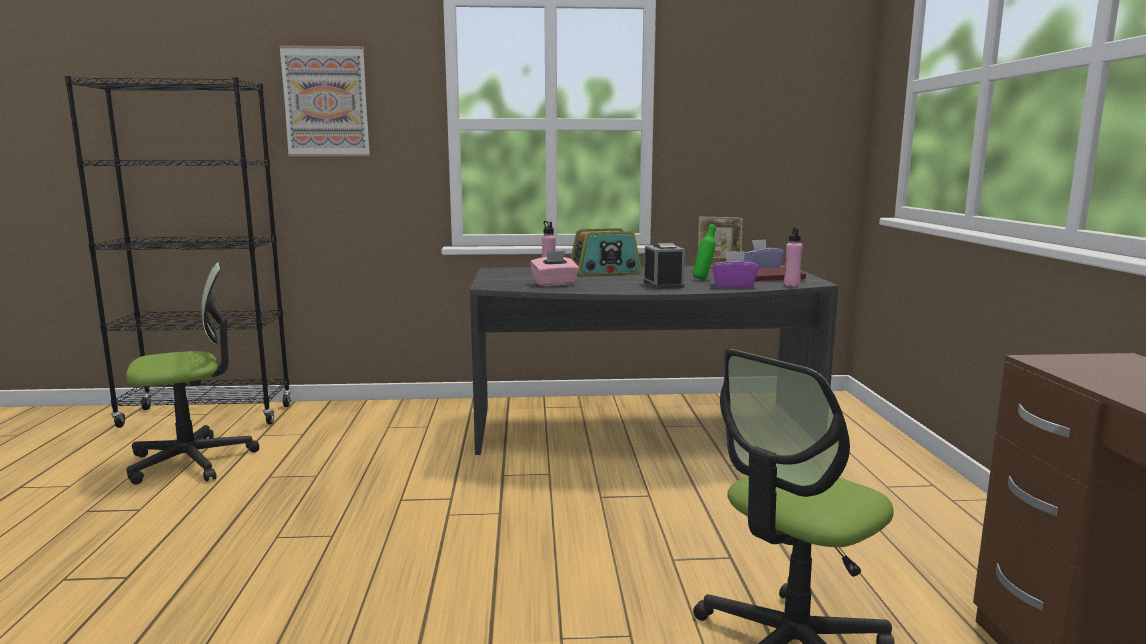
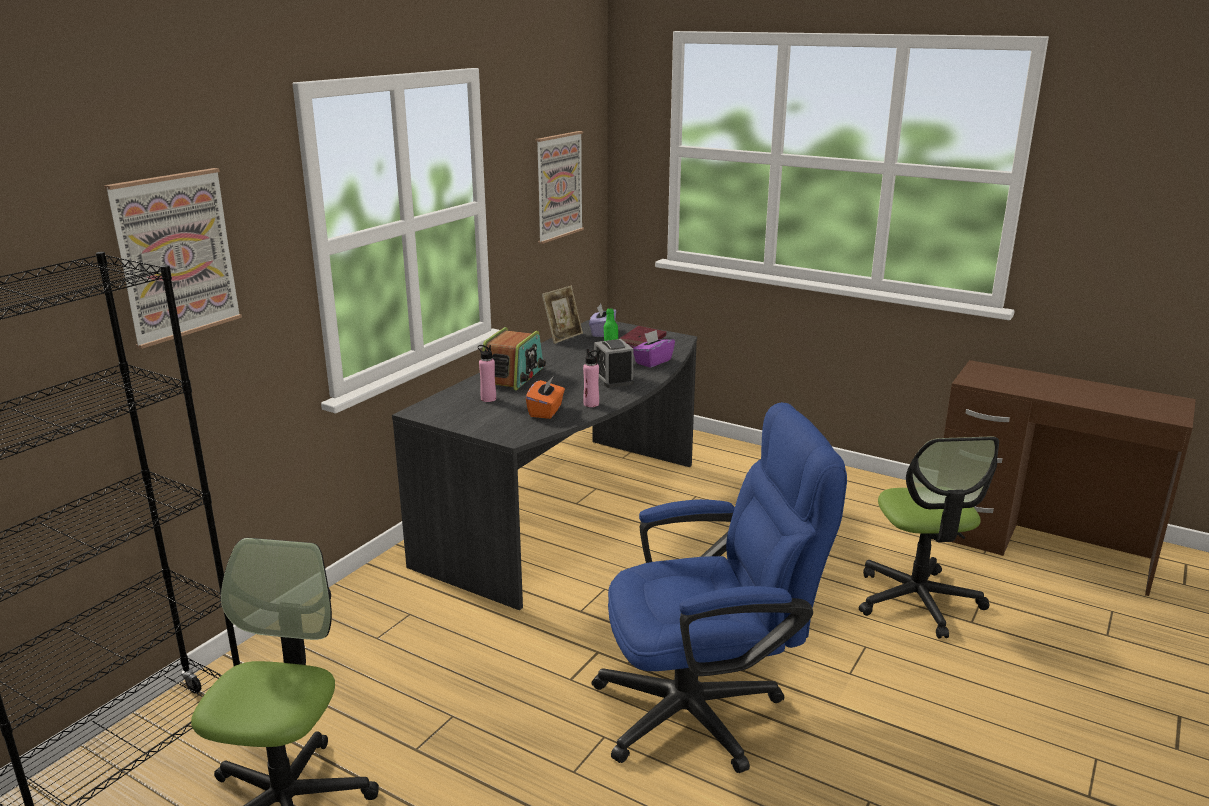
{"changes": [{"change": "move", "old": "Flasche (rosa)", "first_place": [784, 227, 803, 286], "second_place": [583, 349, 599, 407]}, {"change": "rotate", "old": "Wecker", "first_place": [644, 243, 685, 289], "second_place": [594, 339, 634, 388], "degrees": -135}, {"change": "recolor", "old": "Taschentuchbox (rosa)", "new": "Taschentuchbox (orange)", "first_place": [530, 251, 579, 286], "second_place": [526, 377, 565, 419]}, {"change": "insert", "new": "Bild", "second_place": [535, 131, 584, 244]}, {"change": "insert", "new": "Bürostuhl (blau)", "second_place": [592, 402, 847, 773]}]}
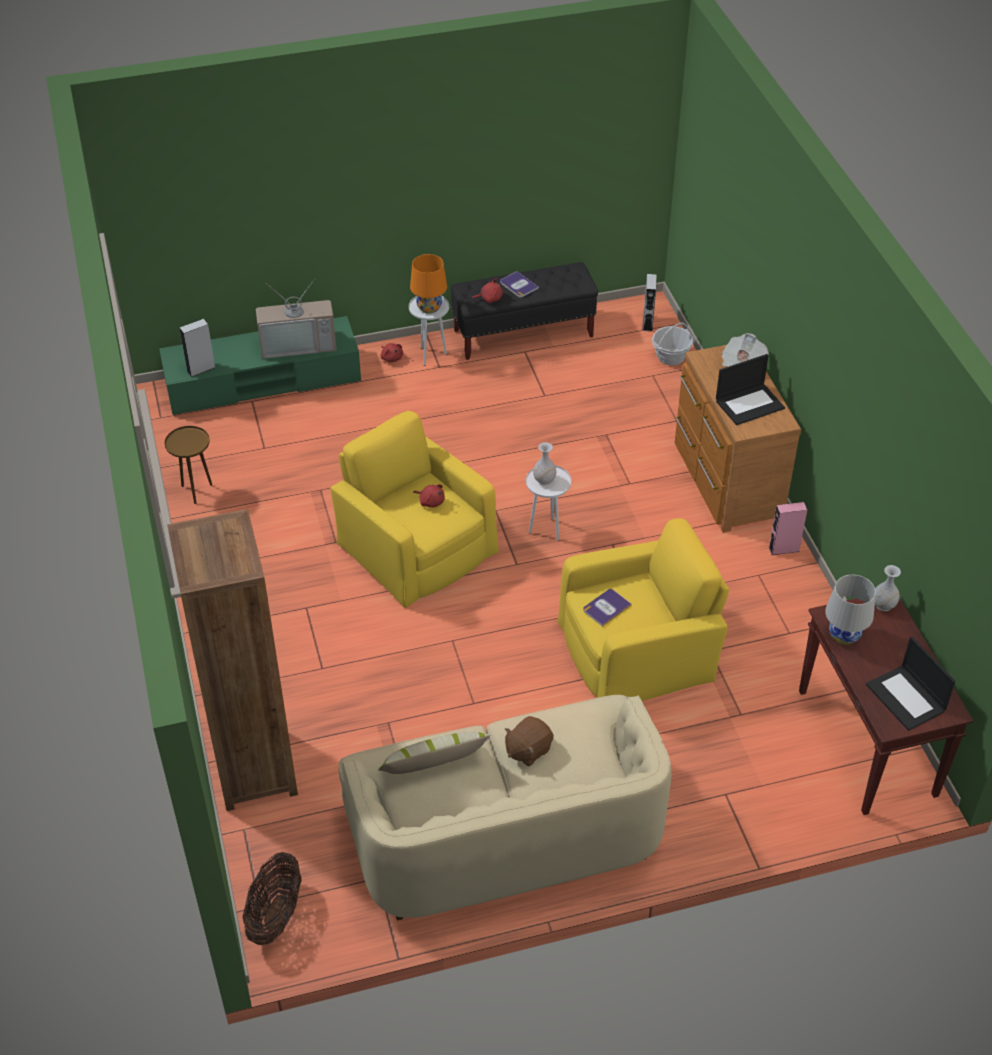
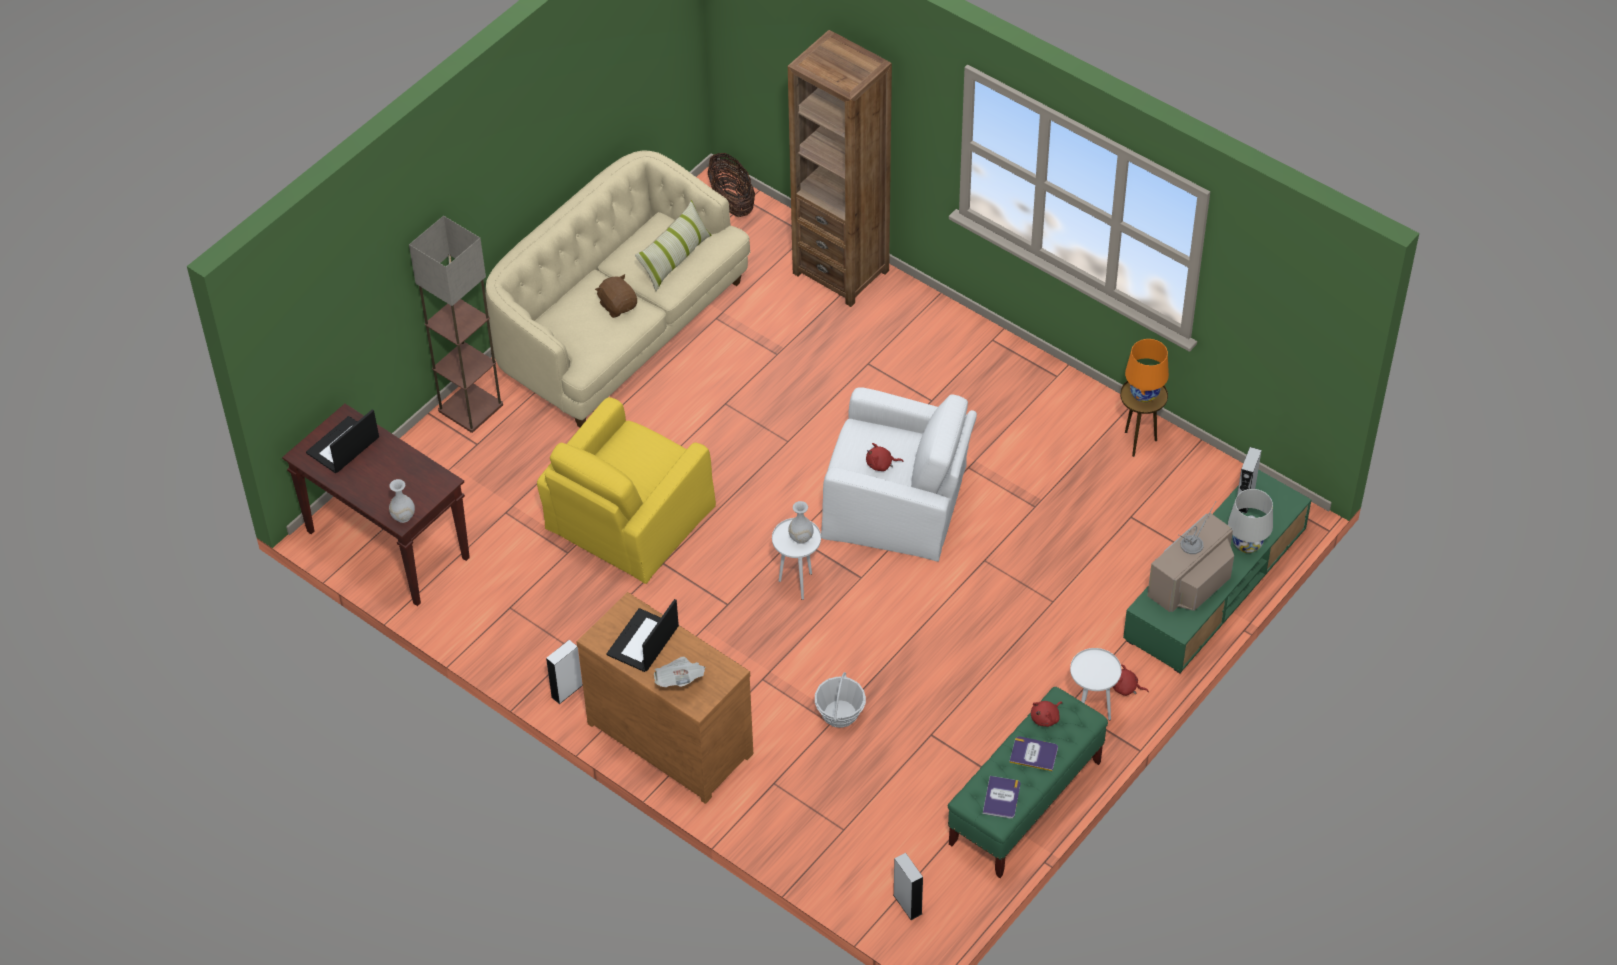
{"changes": [{"change": "move", "old": "Tischlampe (orange)", "first_place": [410, 254, 447, 314], "second_place": [1125, 339, 1169, 403]}, {"change": "recolor", "old": "Bank (schwarz)", "new": "Bank (grün)", "first_place": [451, 262, 598, 360], "second_place": [948, 687, 1108, 878]}, {"change": "move", "old": "Korb", "first_place": [652, 323, 693, 365], "second_place": [815, 672, 866, 728]}, {"change": "recolor", "old": "Sessel (gelb)", "new": "Sessel (weiß)", "first_place": [331, 411, 499, 608], "second_place": [821, 387, 977, 562]}, {"change": "recolor", "old": "Lautsprecher (rosa)", "new": "Lautsprecher (weiß)", "first_place": [769, 502, 807, 555], "second_place": [546, 640, 583, 704]}, {"change": "move", "old": "Tischlampe (weiß)", "first_place": [825, 575, 876, 645], "second_place": [1228, 489, 1273, 553]}, {"change": "move", "old": "Buch", "first_place": [583, 589, 631, 627], "second_place": [983, 776, 1020, 818]}, {"change": "rotate", "old": "Laptop", "first_place": [866, 637, 955, 731], "second_place": [306, 409, 379, 473], "degrees": -75}, {"change": "rotate", "old": "Plüschtier (braun)", "first_place": [505, 716, 554, 767], "second_place": [595, 274, 637, 318], "degrees": -45}, {"change": "insert", "new": "Stehlampe", "second_place": [409, 216, 503, 433]}]}
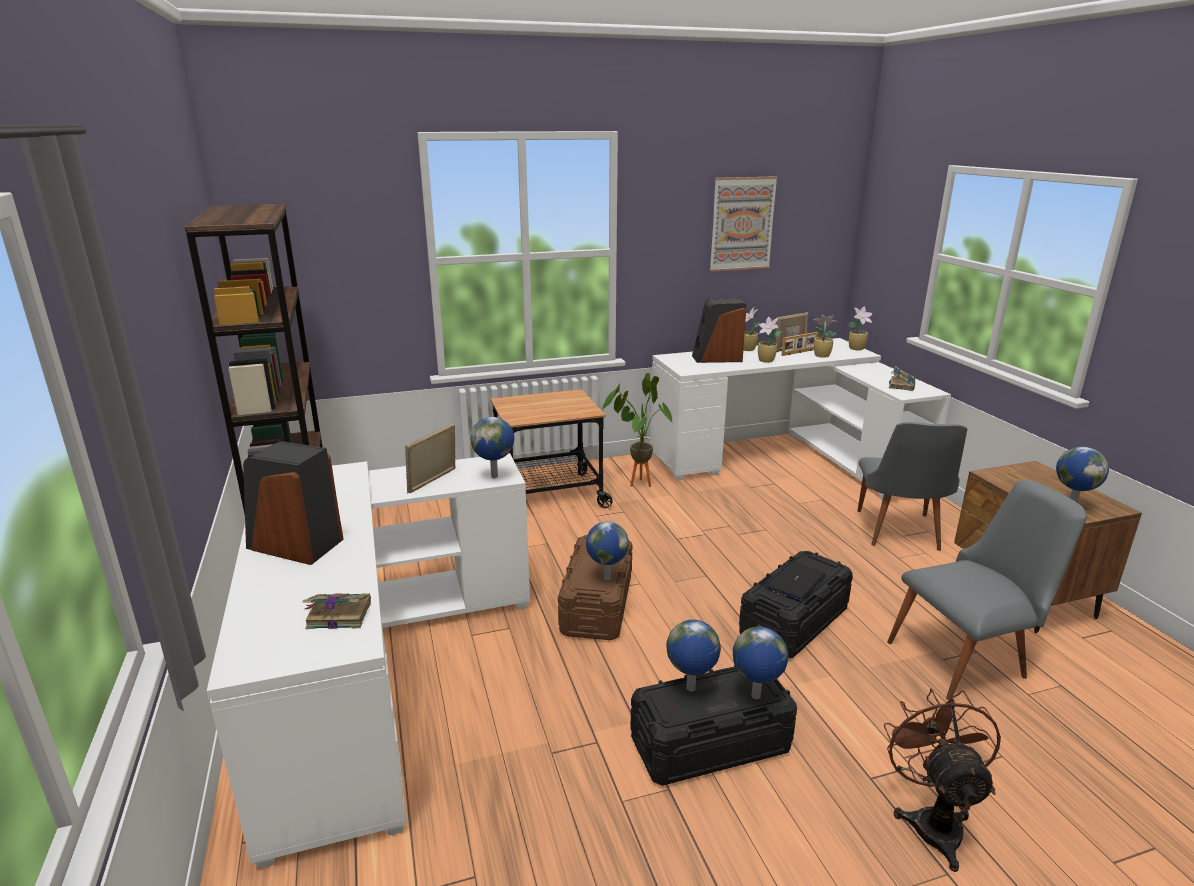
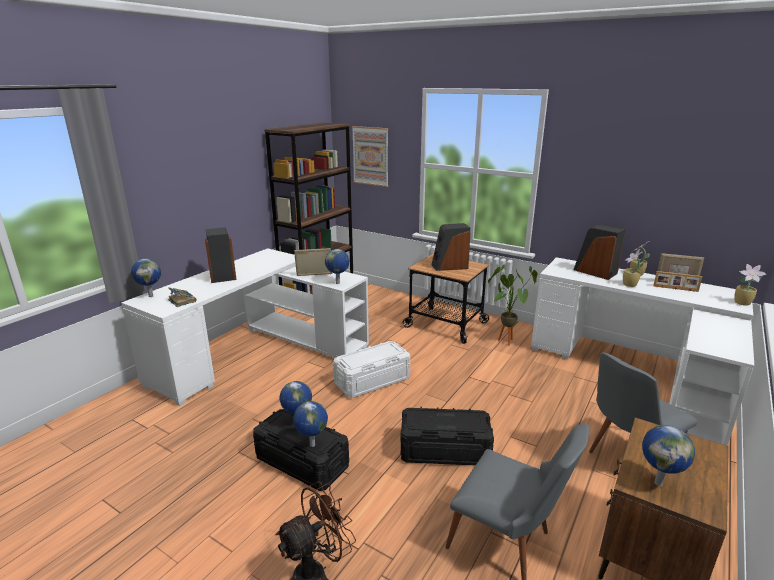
{"changes": [{"change": "move", "old": "Bild", "first_place": [710, 176, 778, 271], "second_place": [352, 126, 388, 187]}, {"change": "delete", "old": "Topfpflanze", "first_place": [814, 315, 837, 358]}, {"change": "delete", "old": "Buch", "first_place": [889, 366, 915, 391]}, {"change": "move", "old": "Globus", "first_place": [586, 521, 629, 581], "second_place": [131, 259, 161, 297]}, {"change": "recolor", "old": "Aufbewahrungsbox (braun)", "new": "Aufbewahrungsbox (weiß)", "first_place": [558, 535, 632, 640], "second_place": [333, 341, 410, 398]}, {"change": "delete", "old": "Laptop", "first_place": [764, 561, 826, 602]}, {"change": "insert", "new": "Lautsprecher", "second_place": [431, 223, 470, 271]}]}
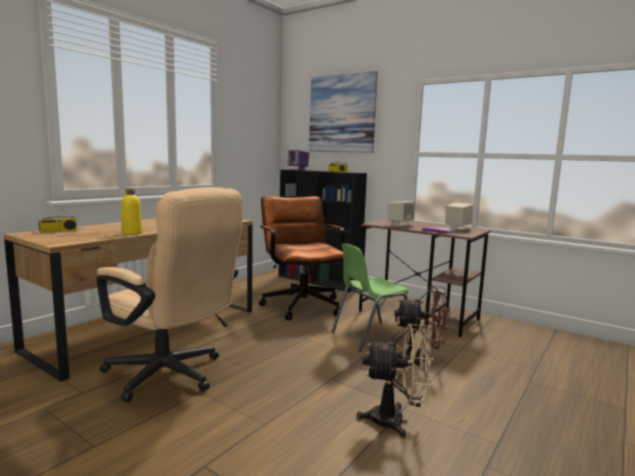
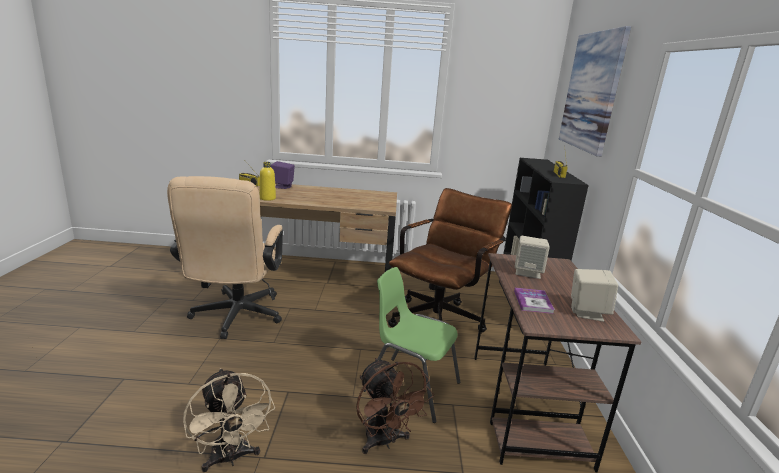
{"changes": [{"change": "move", "old": "Lautsprecher (lila)", "first_place": [288, 150, 309, 170], "second_place": [271, 161, 295, 189]}]}
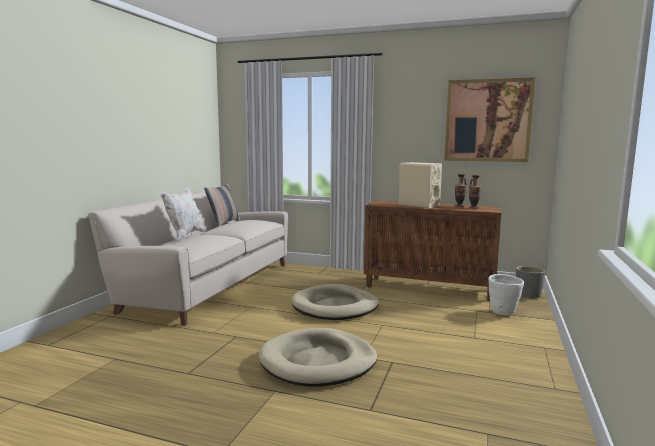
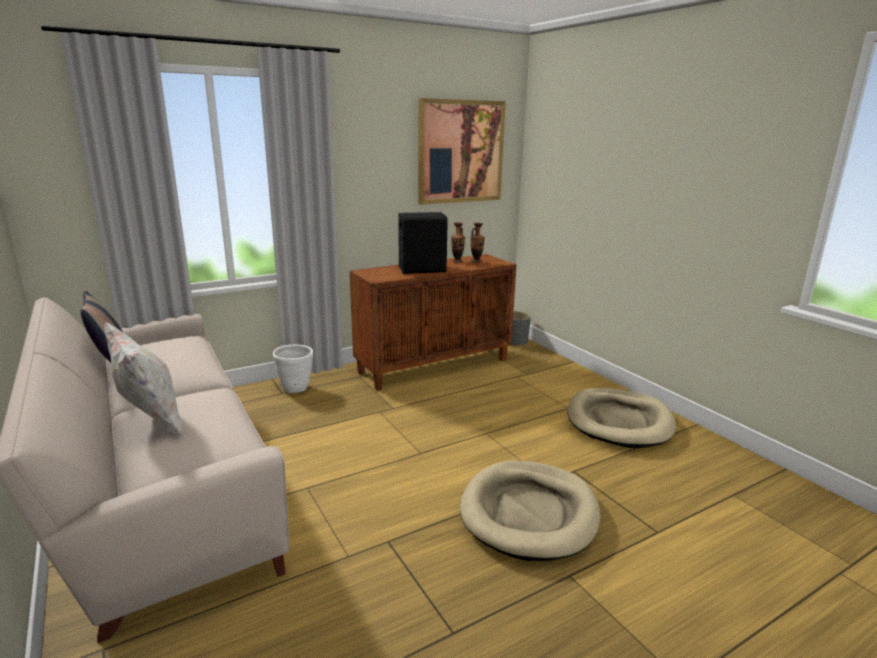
{"changes": [{"change": "recolor", "old": "Lautsprecher (beige)", "new": "Lautsprecher (schwarz)", "first_place": [399, 162, 442, 208], "second_place": [398, 212, 448, 274]}, {"change": "move", "old": "Pflanzkübel (weiß)", "first_place": [488, 274, 524, 316], "second_place": [273, 344, 313, 393]}, {"change": "move", "old": "Hundebett (beige)", "first_place": [291, 284, 379, 320], "second_place": [567, 388, 676, 448]}]}
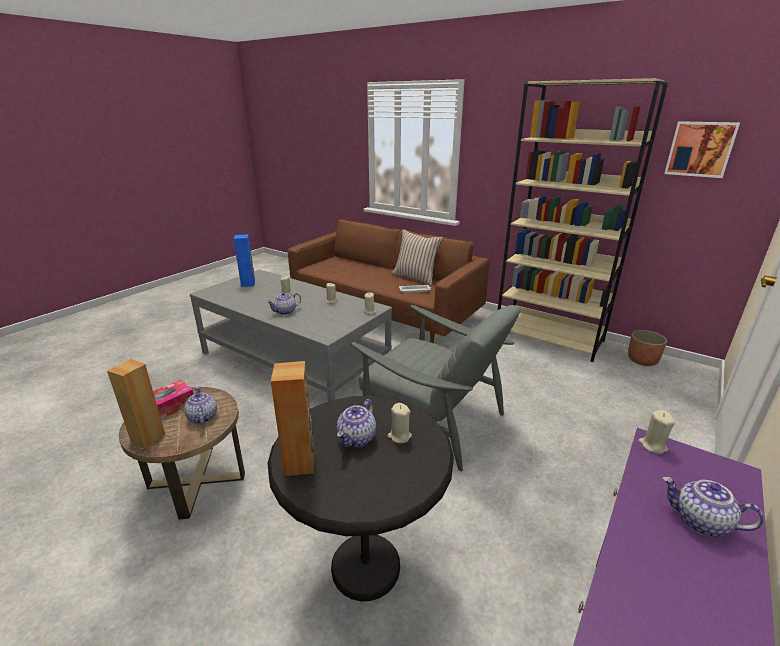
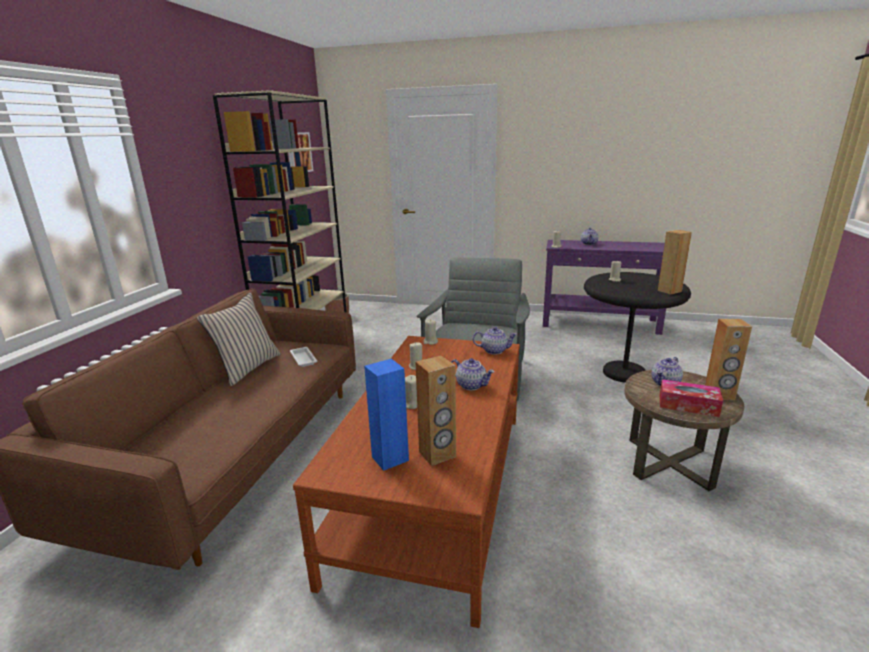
{"changes": [{"change": "recolor", "old": "Couchtisch (grau)", "new": "Couchtisch (braun)", "first_place": [189, 269, 392, 402], "second_place": [293, 336, 520, 628]}, {"change": "move", "old": "Teekanne", "first_place": [337, 399, 376, 447], "second_place": [473, 327, 517, 355]}, {"change": "insert", "new": "Lautsprecher (braun)", "second_place": [415, 355, 456, 466]}]}
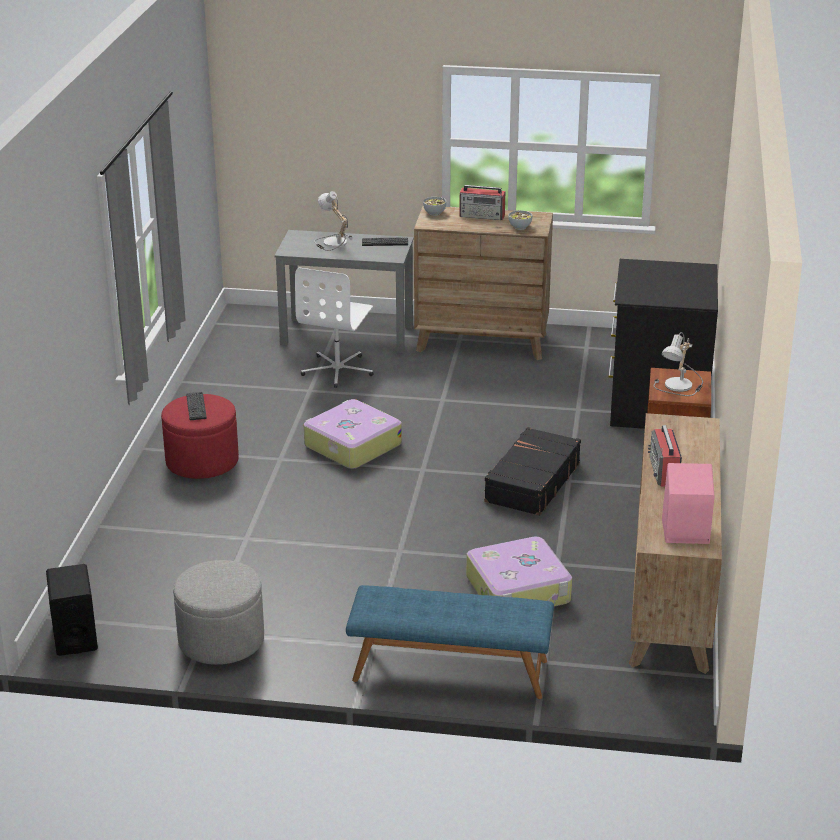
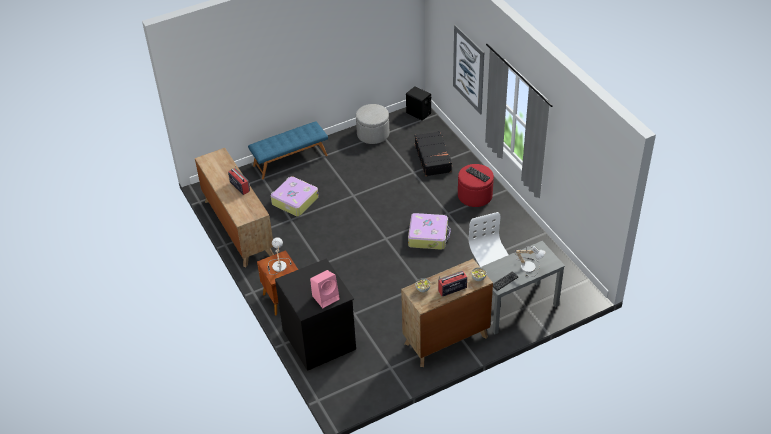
{"changes": [{"change": "move", "old": "Koffer (schwarz)", "first_place": [484, 427, 581, 516], "second_place": [415, 131, 452, 176]}, {"change": "move", "old": "Lautsprecher (rosa)", "first_place": [662, 463, 715, 544], "second_place": [310, 270, 340, 308]}, {"change": "insert", "new": "Bild", "second_place": [453, 25, 484, 114]}]}
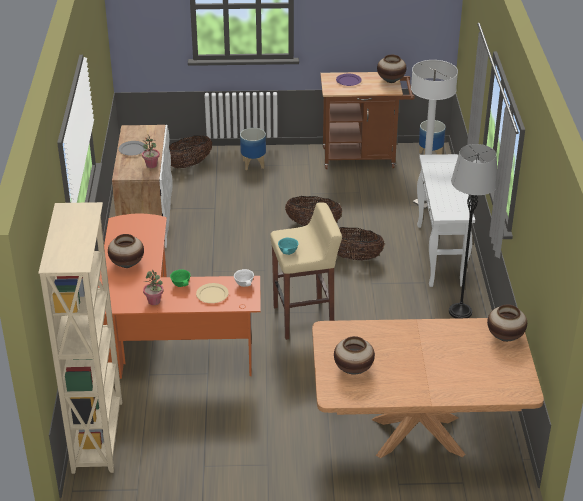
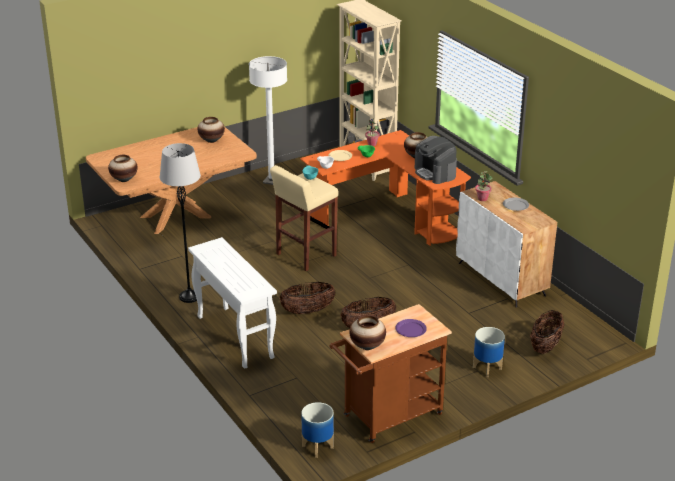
{"changes": [{"change": "move", "old": "Stehlampe (weiß)", "first_place": [411, 60, 458, 209], "second_place": [249, 56, 287, 185]}, {"change": "insert", "new": "Kaffeemaschine", "second_place": [415, 136, 457, 184]}]}
